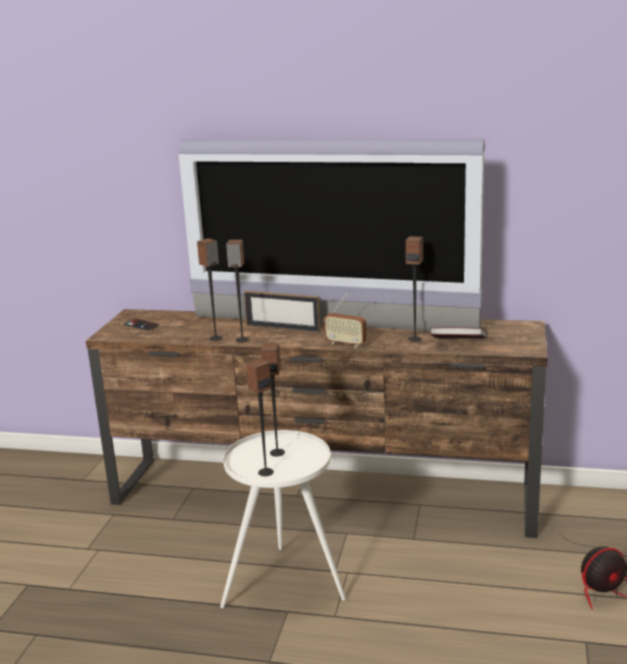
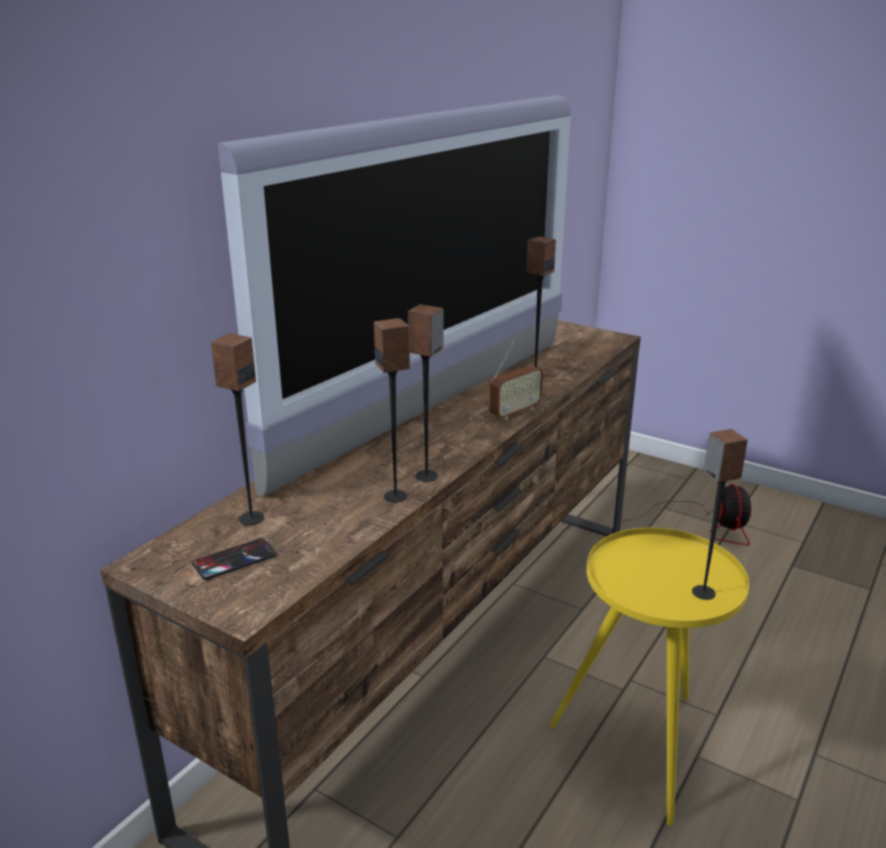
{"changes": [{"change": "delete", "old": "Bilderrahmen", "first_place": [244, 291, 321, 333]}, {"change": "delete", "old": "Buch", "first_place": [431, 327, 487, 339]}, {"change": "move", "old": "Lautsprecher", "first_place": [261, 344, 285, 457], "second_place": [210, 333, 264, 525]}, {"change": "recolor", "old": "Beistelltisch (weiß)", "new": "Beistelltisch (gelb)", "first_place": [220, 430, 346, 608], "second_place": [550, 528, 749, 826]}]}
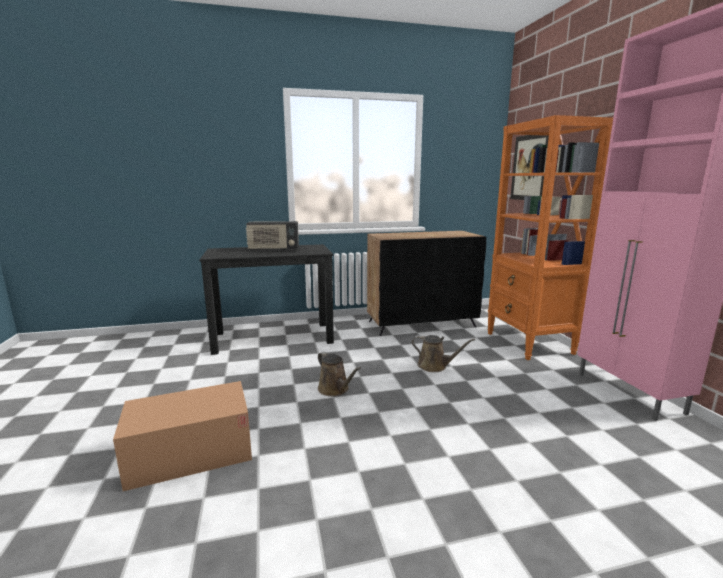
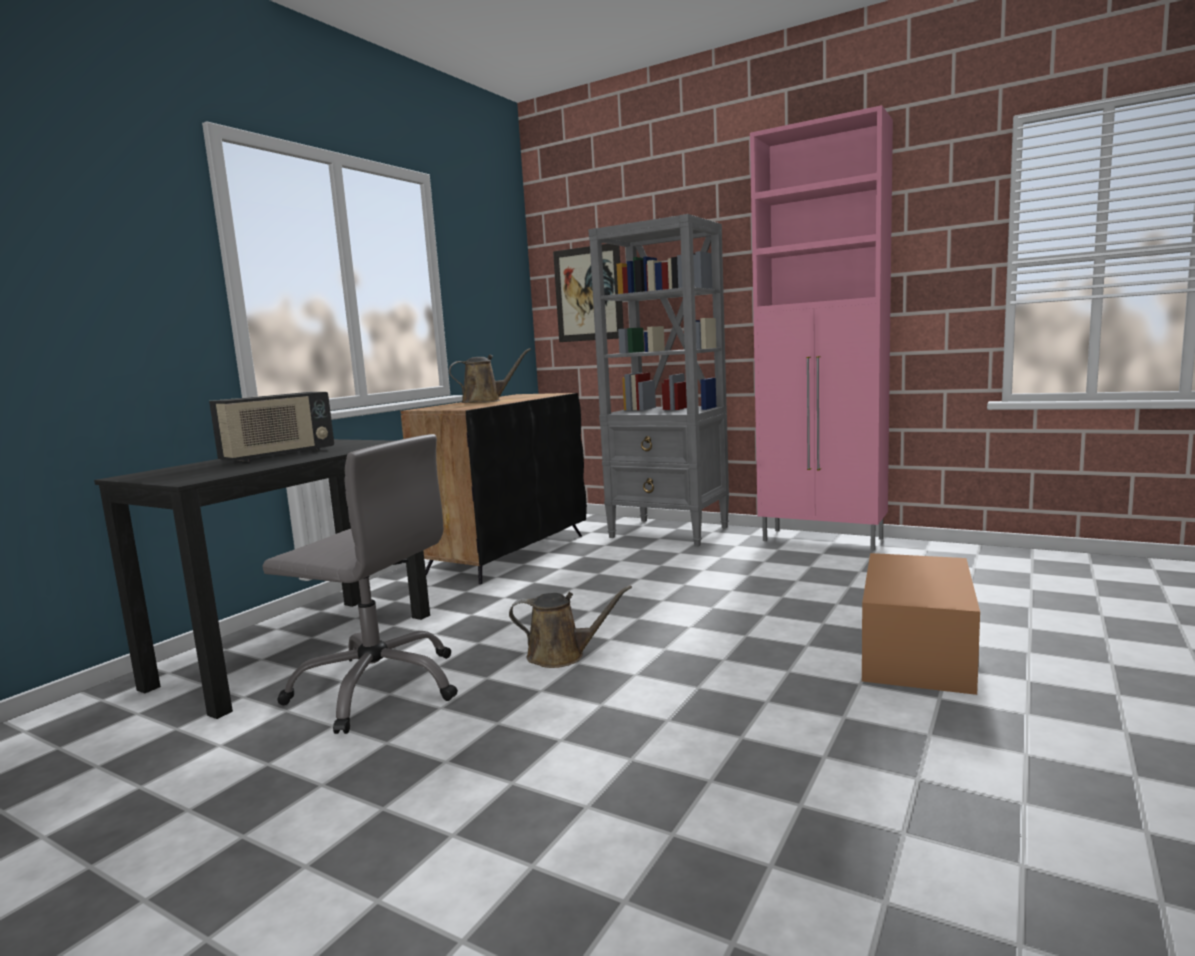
{"changes": [{"change": "recolor", "old": "Bücherregal (orange)", "new": "Bücherregal (grau)", "first_place": [487, 115, 613, 360], "second_place": [588, 214, 729, 546]}, {"change": "move", "old": "Gießkanne (braun)", "first_place": [412, 335, 475, 372], "second_place": [449, 348, 531, 403]}, {"change": "move", "old": "Karton", "first_place": [113, 381, 252, 491], "second_place": [862, 553, 980, 695]}, {"change": "insert", "new": "Bürostuhl (grau)", "second_place": [262, 434, 458, 734]}]}
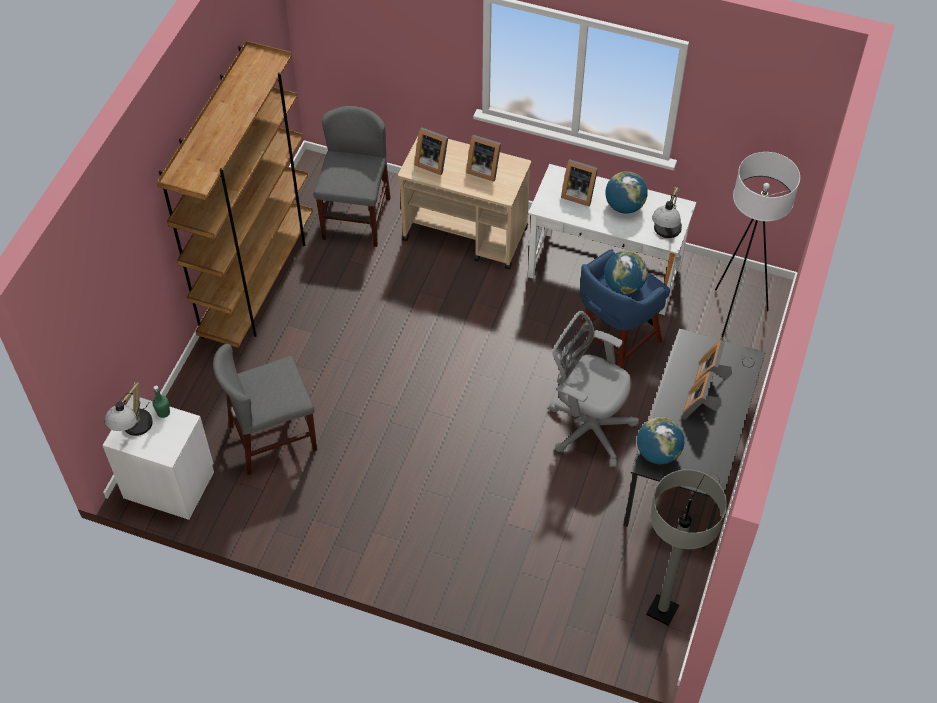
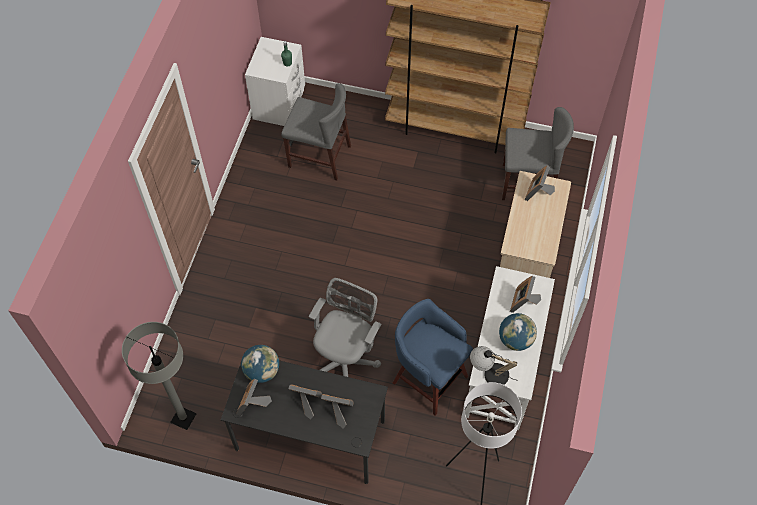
{"changes": [{"change": "move", "old": "Bilderrahmen", "first_place": [466, 135, 501, 182], "second_place": [236, 379, 272, 416]}, {"change": "delete", "old": "Globus", "first_place": [604, 251, 648, 294]}, {"change": "rotate", "old": "Stuhl (grau)", "first_place": [213, 344, 317, 475], "second_place": [281, 83, 351, 180], "degrees": 135}, {"change": "delete", "old": "Tischlampe", "first_place": [104, 382, 153, 436]}]}
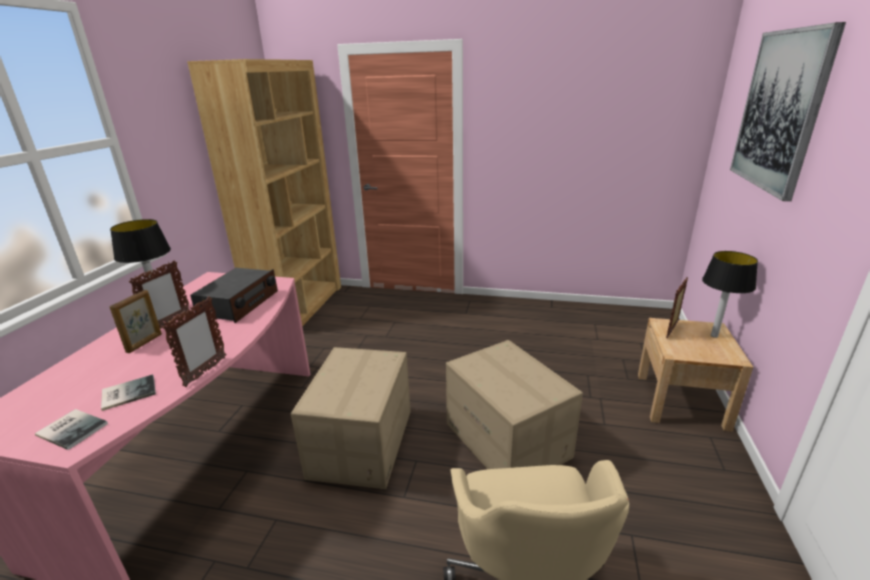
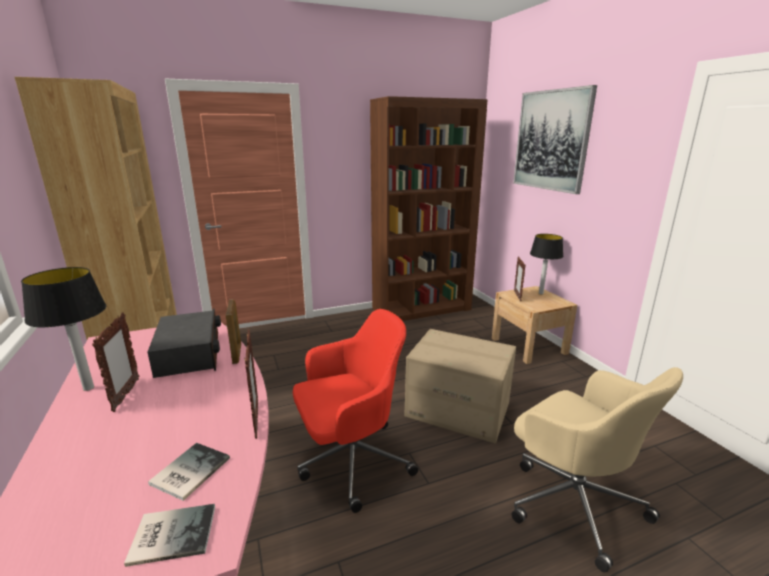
{"changes": [{"change": "move", "old": "Bilderrahmen", "first_place": [110, 290, 162, 353], "second_place": [226, 299, 241, 364]}, {"change": "replace", "old": "Karton", "new": "Bürostuhl (rot)", "first_place": [291, 347, 411, 489], "second_place": [293, 309, 418, 513]}, {"change": "insert", "new": "Bücherregal (braun)", "second_place": [370, 96, 488, 321]}]}
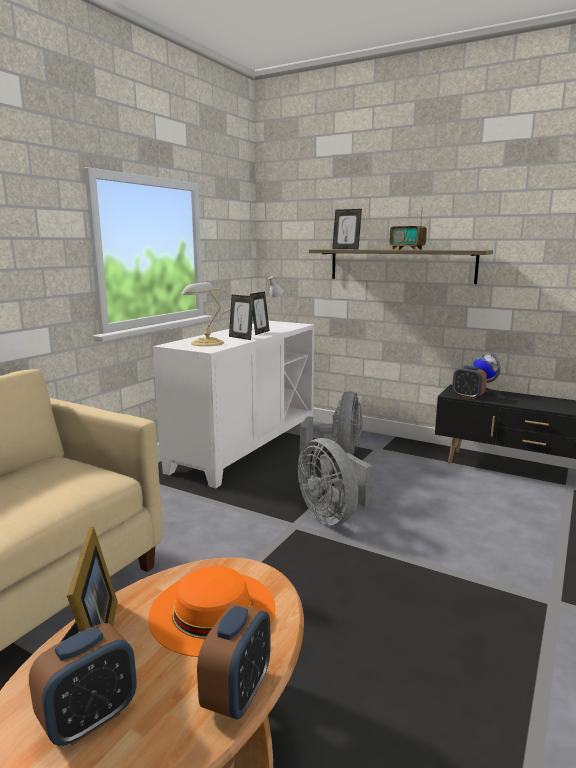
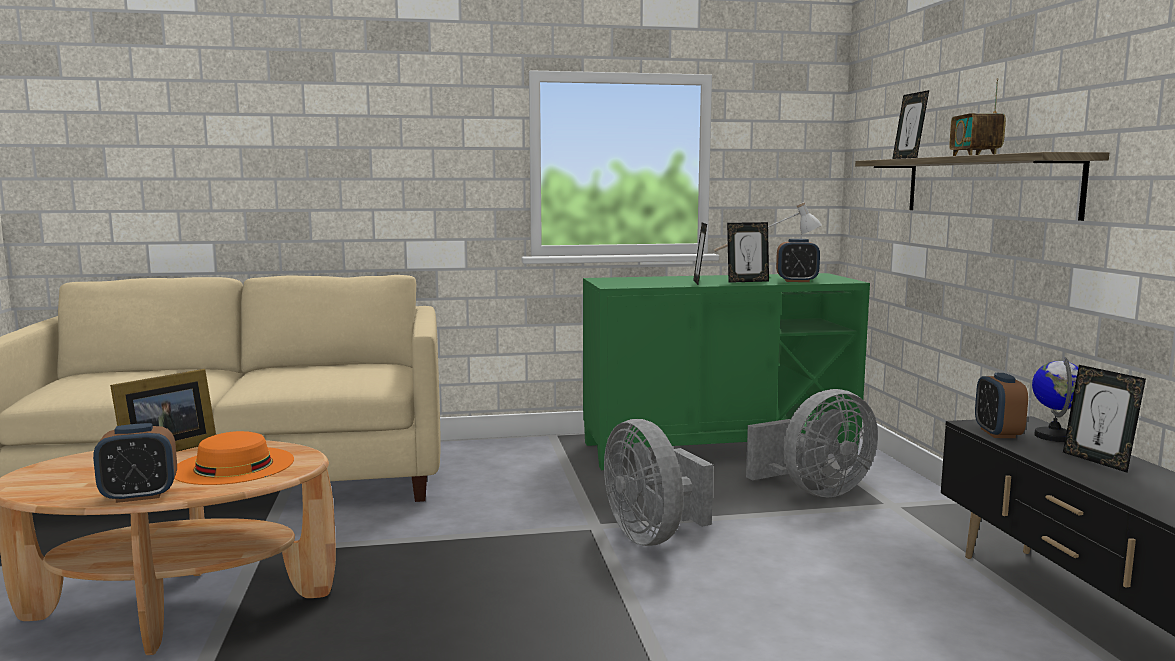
{"changes": [{"change": "delete", "old": "Tischlampe", "first_place": [181, 282, 224, 346]}, {"change": "recolor", "old": "Schrank (weiß)", "new": "Schrank (grün)", "first_place": [153, 321, 314, 488], "second_place": [583, 273, 870, 470]}, {"change": "rotate", "old": "Ventilator (grau)", "first_place": [298, 438, 373, 525], "second_place": [604, 419, 713, 546], "degrees": -45}, {"change": "move", "old": "Wecker", "first_place": [29, 623, 137, 746], "second_place": [776, 239, 820, 282]}, {"change": "insert", "new": "Bilderrahmen", "second_place": [1063, 365, 1146, 473]}]}
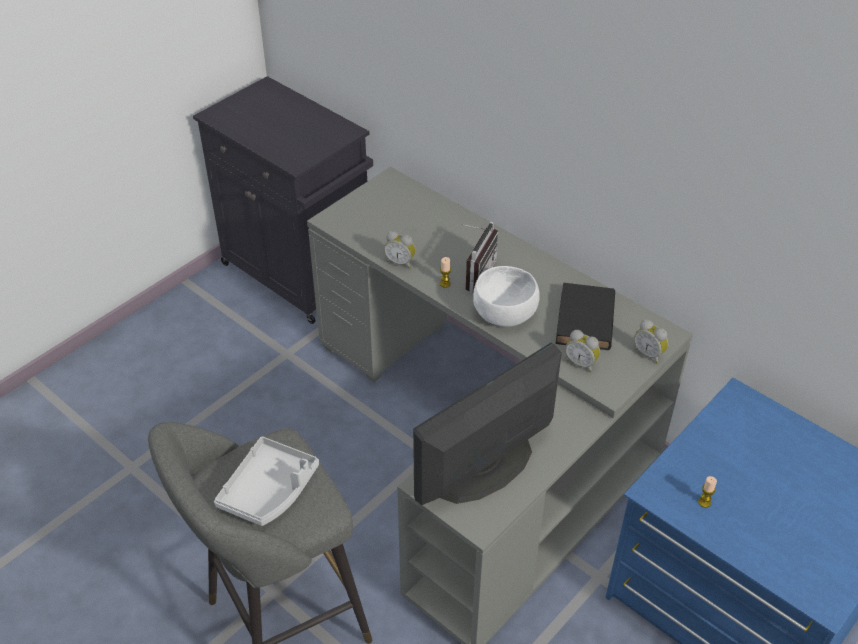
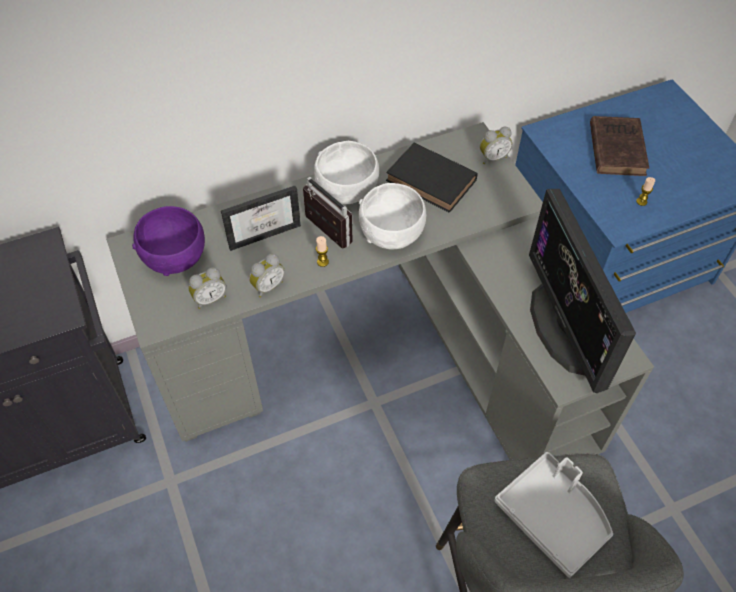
{"changes": [{"change": "move", "old": "Wecker", "first_place": [565, 330, 600, 372], "second_place": [189, 267, 226, 309]}, {"change": "insert", "new": "Buch (braun)", "second_place": [590, 116, 649, 176]}, {"change": "insert", "new": "Schüssel (weiß)", "second_place": [314, 141, 379, 204]}, {"change": "insert", "new": "Bilderrahmen", "second_place": [221, 186, 301, 251]}, {"change": "insert", "new": "Schüssel (lila)", "second_place": [132, 206, 205, 276]}]}
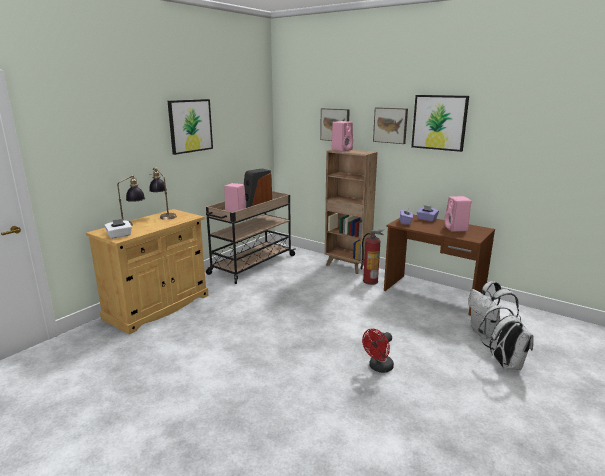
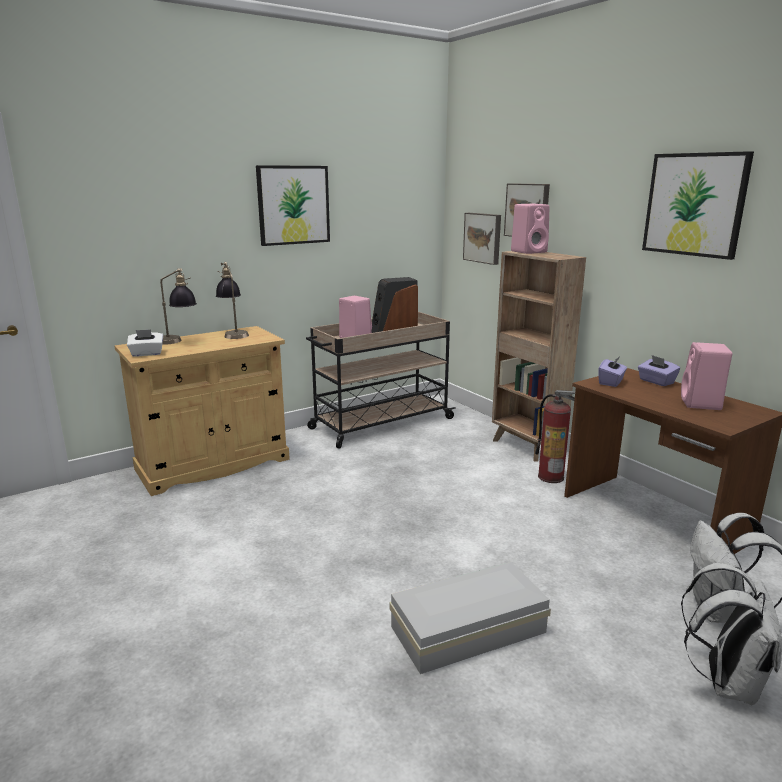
{"changes": [{"change": "move", "old": "Bild", "first_place": [373, 107, 408, 144], "second_place": [463, 213, 501, 265]}, {"change": "replace", "old": "Ventilator (rot)", "new": "Aufbewahrungsbox (weiß)", "first_place": [362, 329, 394, 373], "second_place": [389, 562, 551, 674]}]}
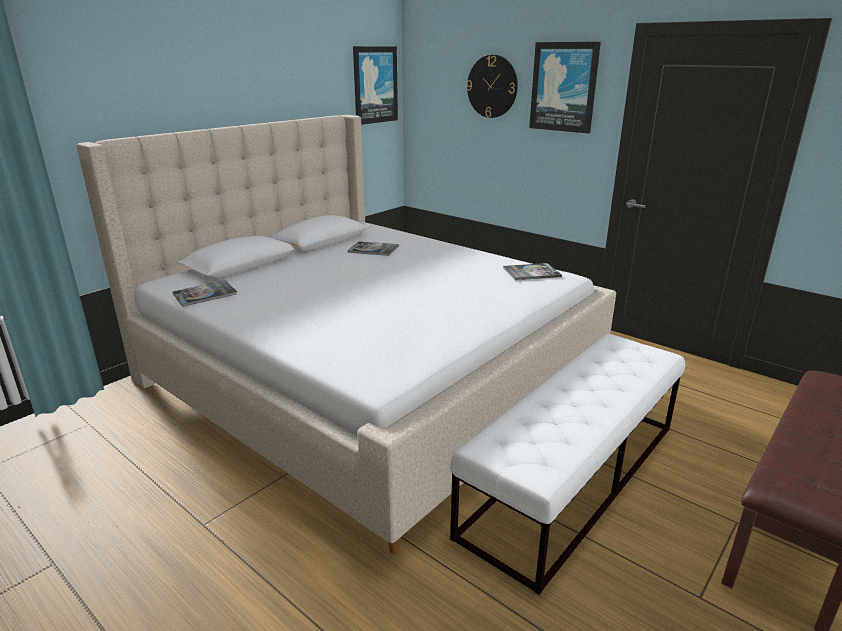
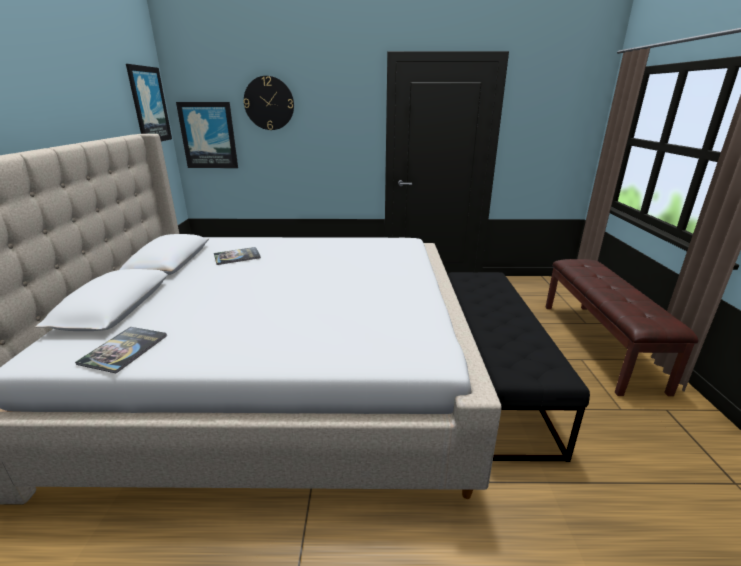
{"changes": [{"change": "move", "old": "Bild", "first_place": [529, 42, 601, 133], "second_place": [176, 102, 238, 168]}, {"change": "delete", "old": "Buch", "first_place": [503, 263, 562, 280]}, {"change": "recolor", "old": "Bank (weiß)", "new": "Bank (schwarz)", "first_place": [450, 333, 685, 595], "second_place": [447, 272, 590, 462]}]}
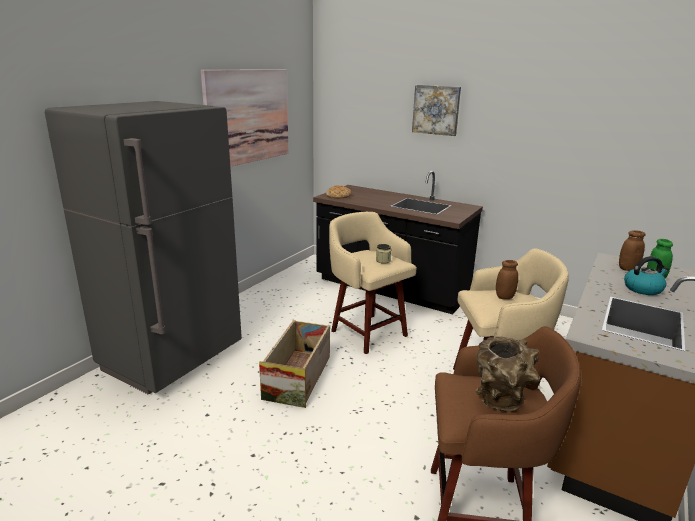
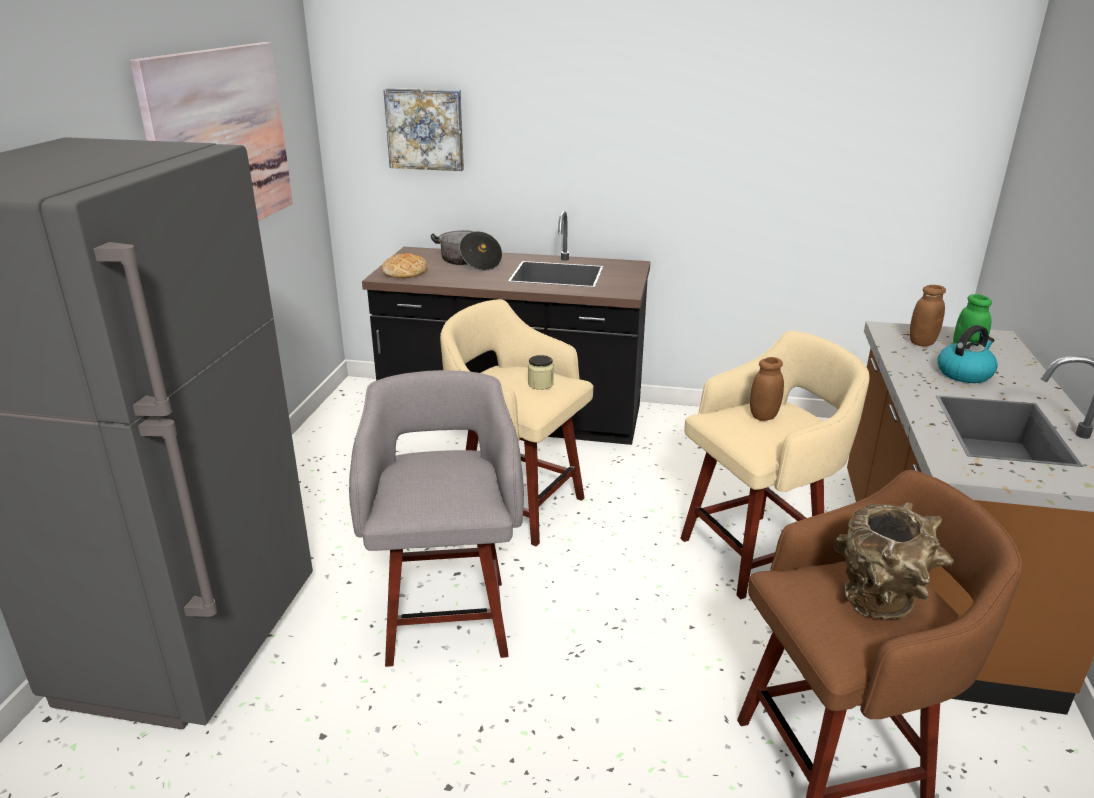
{"changes": [{"change": "move", "old": "Bild", "first_place": [412, 85, 461, 136], "second_place": [383, 88, 464, 171]}, {"change": "replace", "old": "Kiste", "new": "Hocker (grau)", "first_place": [259, 320, 330, 408], "second_place": [349, 370, 524, 667]}, {"change": "insert", "new": "Kochtopf", "second_place": [431, 230, 502, 271]}]}
